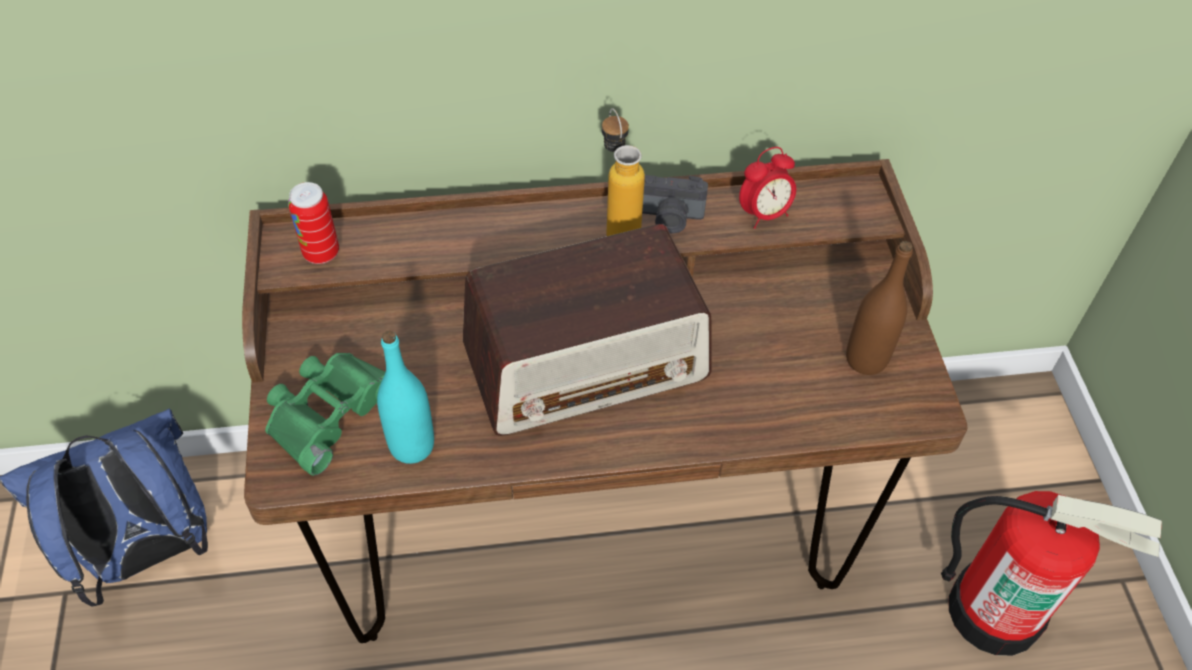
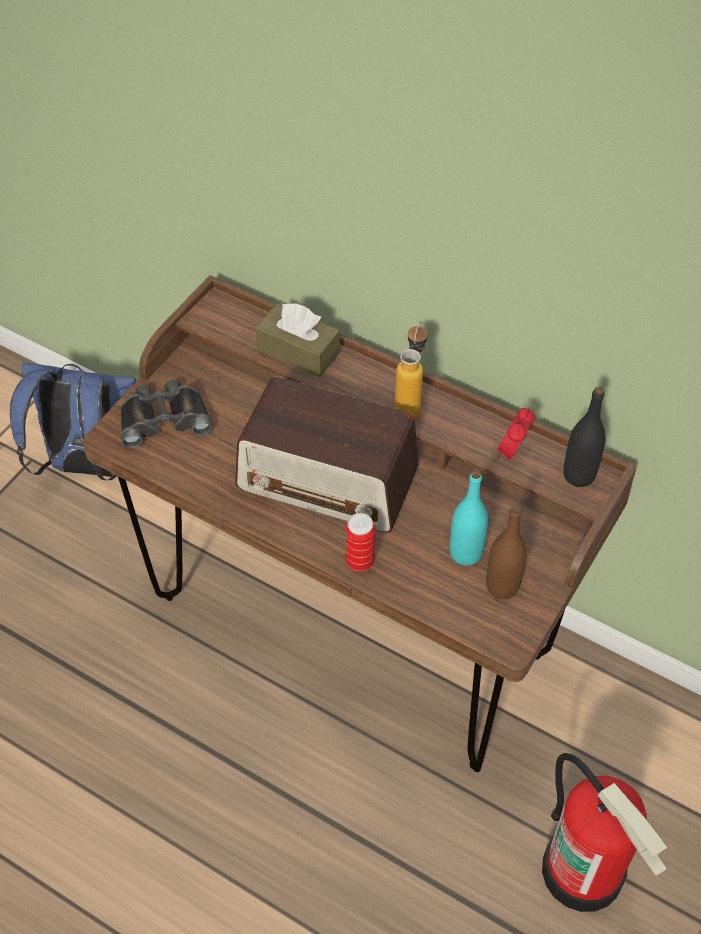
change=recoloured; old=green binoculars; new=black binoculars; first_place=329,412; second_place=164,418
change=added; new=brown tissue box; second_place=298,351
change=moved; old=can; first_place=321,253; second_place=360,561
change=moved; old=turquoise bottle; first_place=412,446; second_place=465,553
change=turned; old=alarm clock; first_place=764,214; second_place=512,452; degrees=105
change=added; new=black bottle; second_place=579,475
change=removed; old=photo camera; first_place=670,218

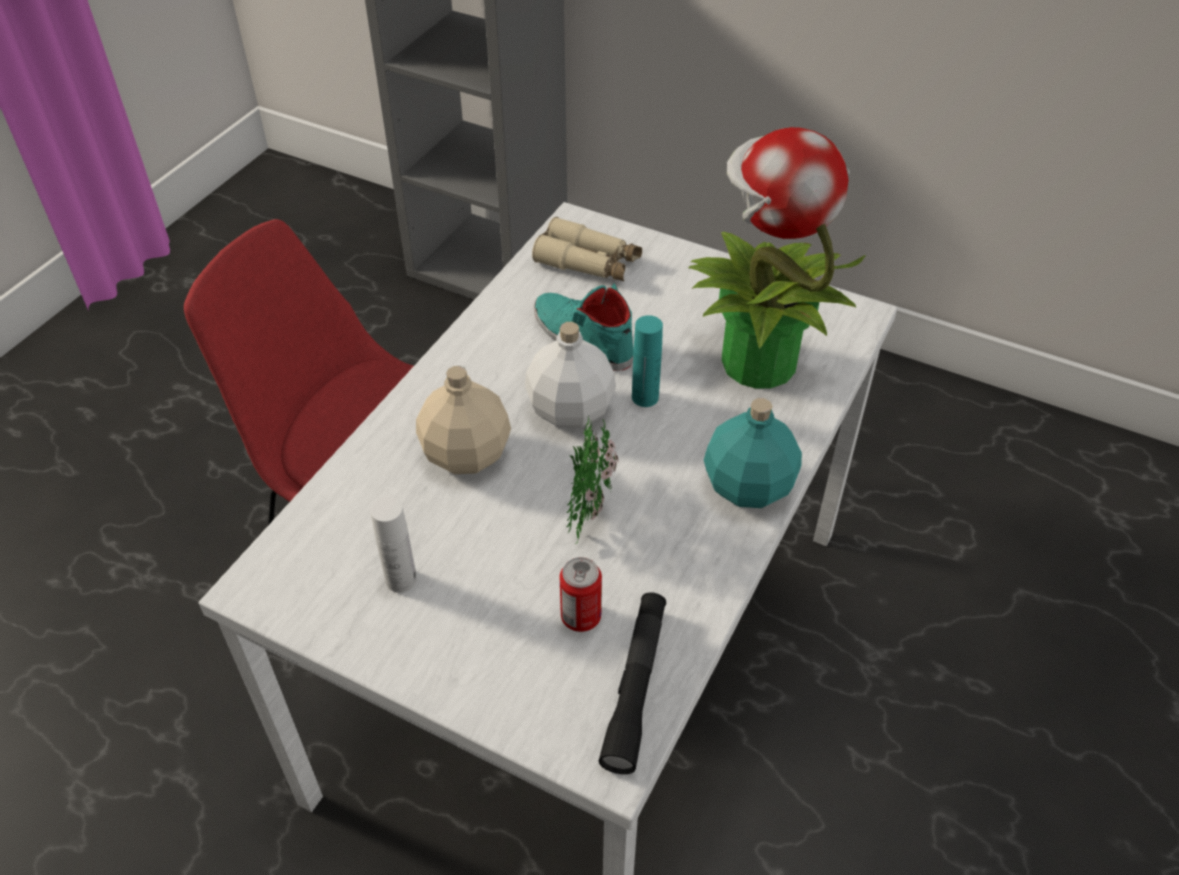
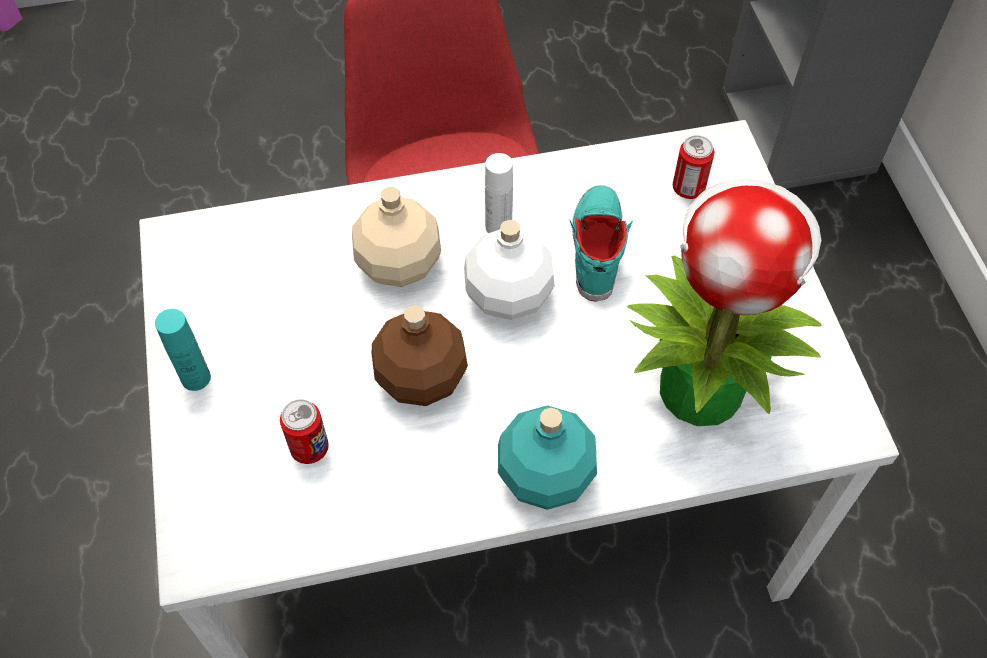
change=moved; old=turquoise bottle; first_place=645,397; second_place=196,378
change=replaced; old=potted plant; new=brown bottle; first_place=588,504; second_place=422,377
change=moved; old=white bottle; first_place=401,579; second_place=498,227
change=replaced; old=beige binoculars; new=can; first_place=588,262; second_place=688,188
change=removed; old=black flashlight; first_place=635,687

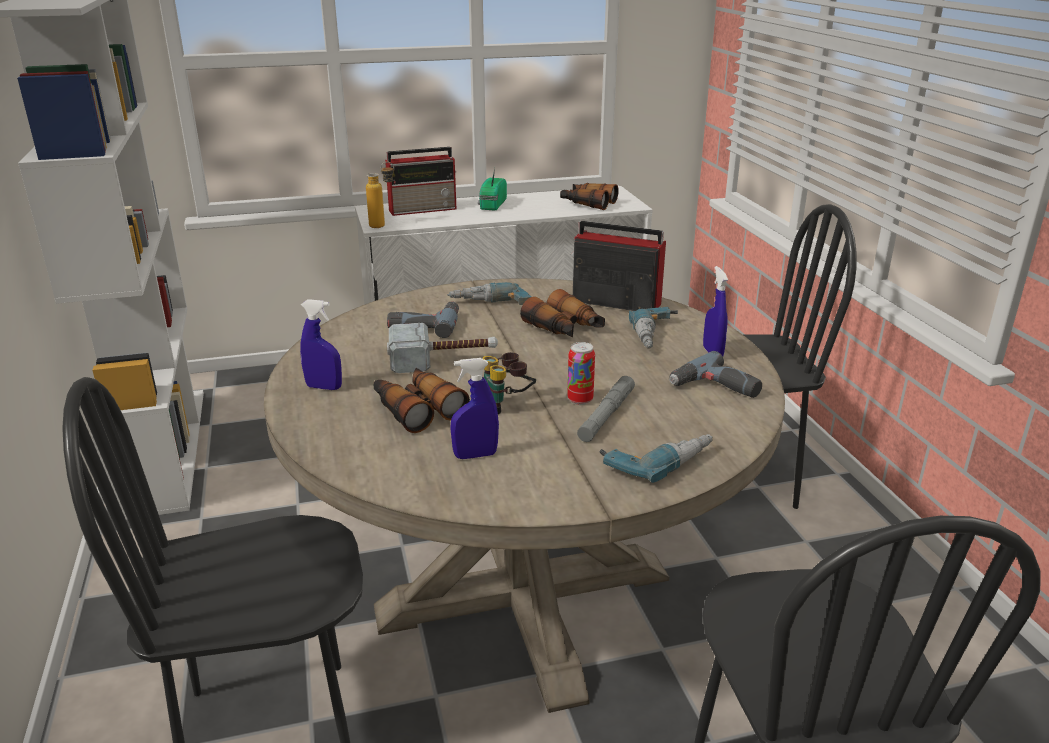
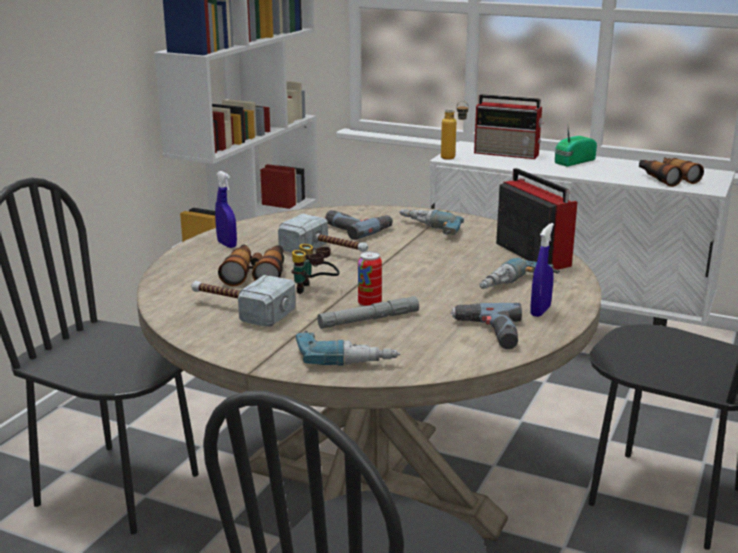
change=replaced; old=blue spray bottle; new=hammer; first_place=475,455; second_place=239,310
change=removed; old=binoculars; first_place=565,329

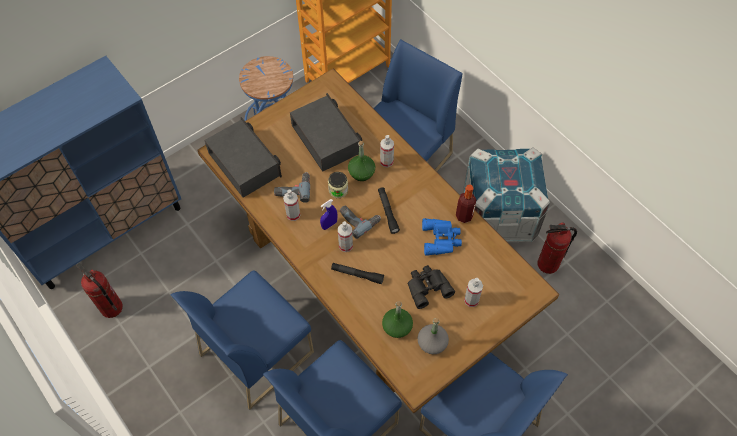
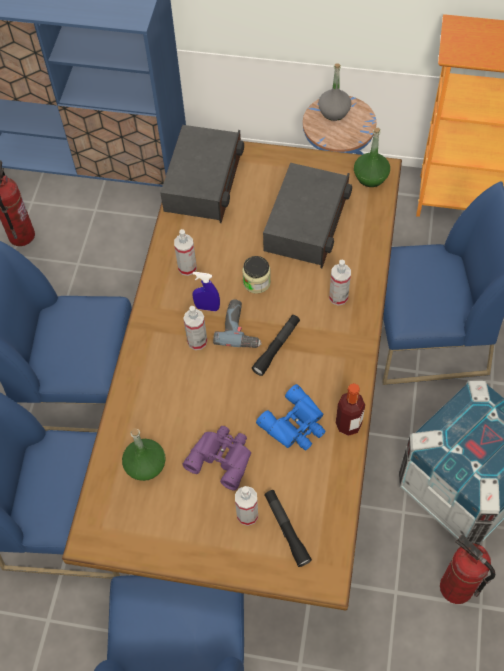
change=recoloured; old=black binoculars; new=purple binoculars; first_place=427,287; second_place=222,457
change=moved; old=black flashlight; first_place=357,275; second_place=286,529
change=moved; old=grey bottle; first_place=432,343; second_place=334,111
change=moved; old=green bottle; first_place=361,173; second_place=370,177
change=removed; old=power drill; first_place=293,188

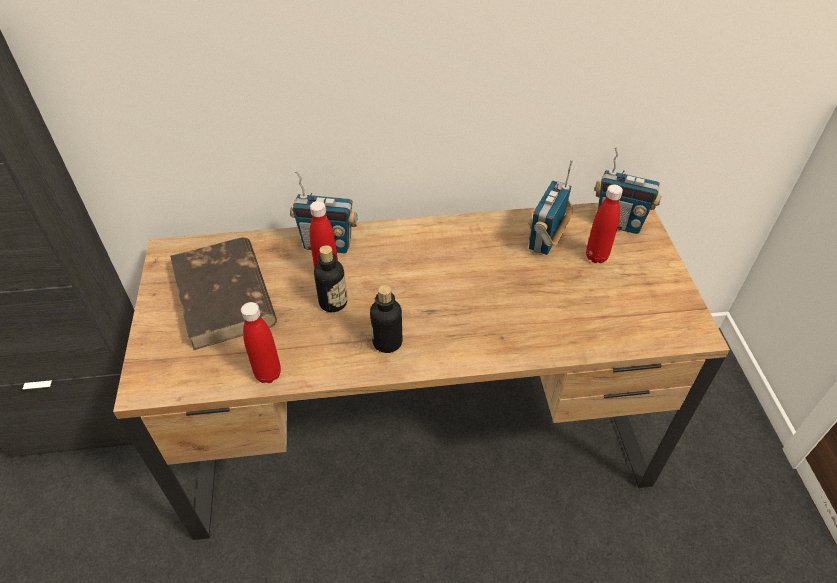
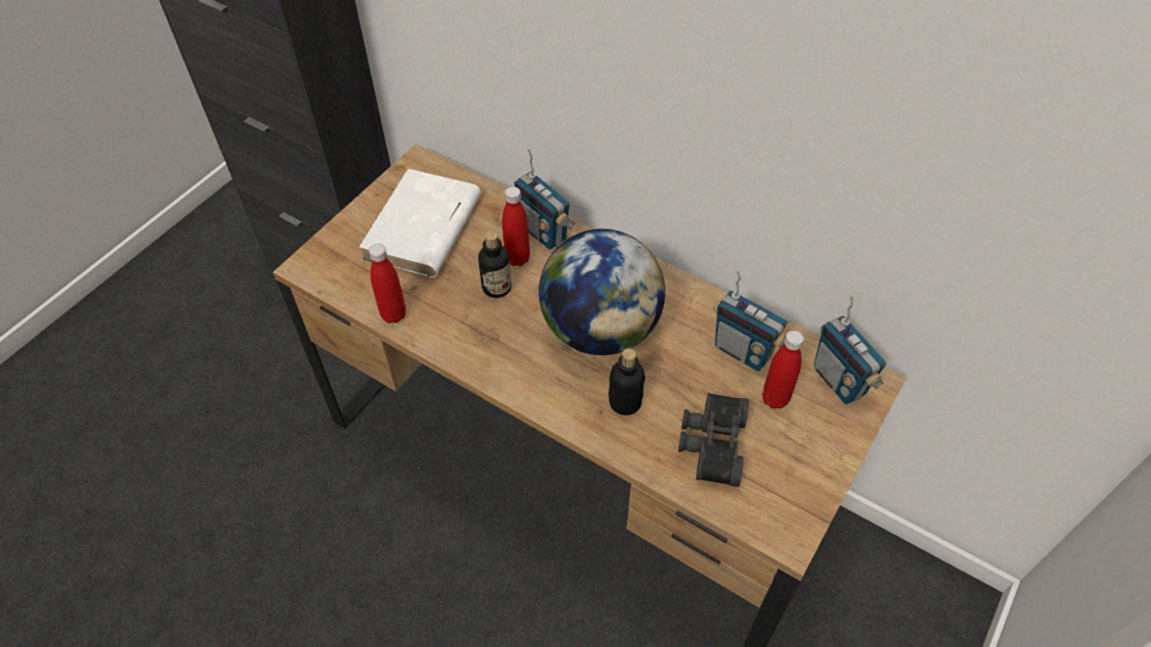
change=recoloured; old=brown book; new=white book; first_place=224,296; second_place=423,229
change=added; new=globe; second_place=600,329
change=moved; old=bottle; first_place=387,342; second_place=625,402
change=added; new=black binoculars; second_place=710,444
change=turned; old=radio; first_place=546,240; second_place=743,351; degrees=-120

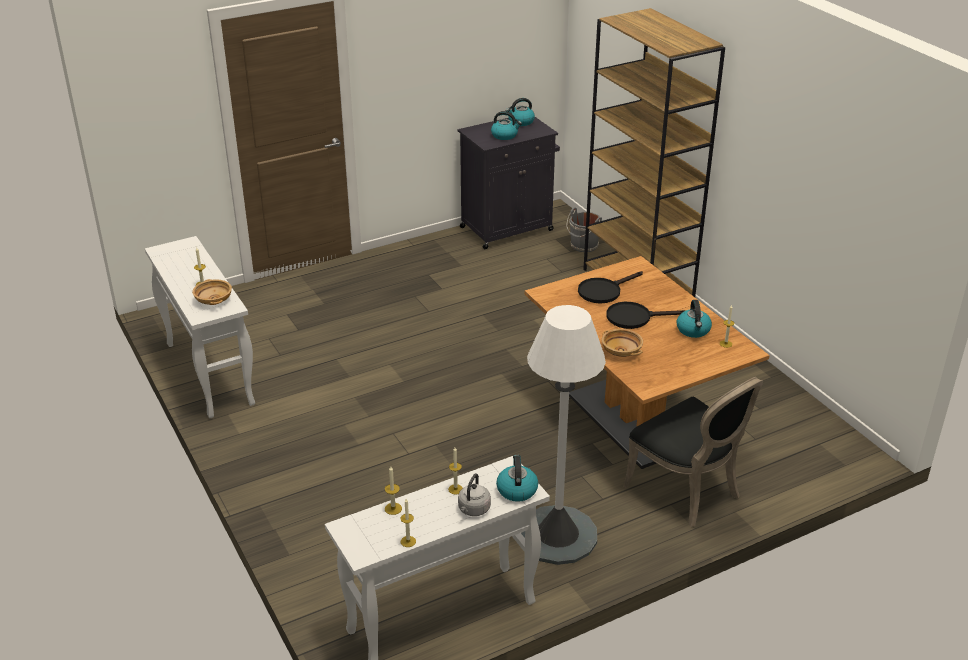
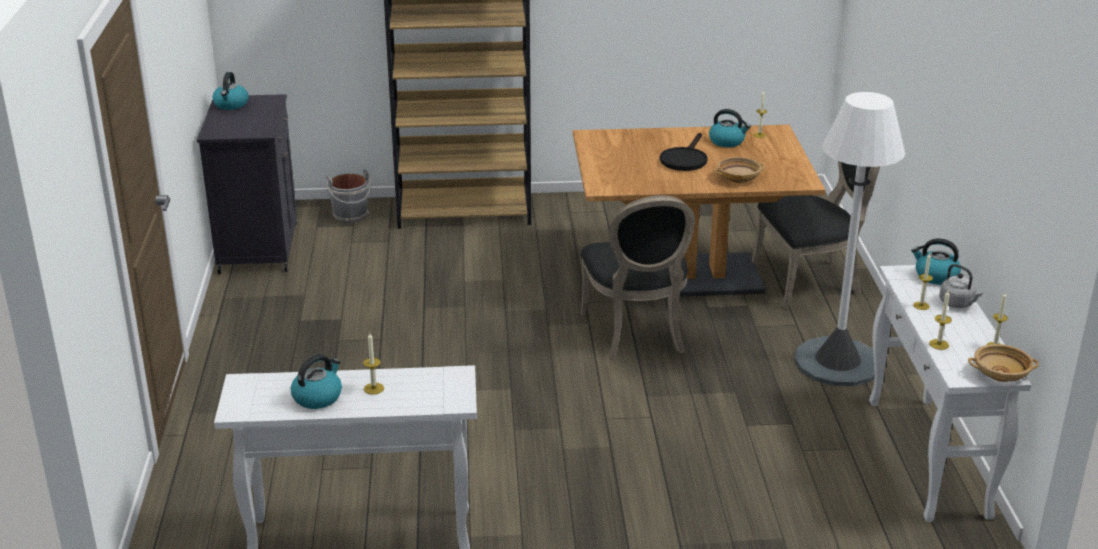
change=moved; old=kettle; first_place=505,135; second_place=318,397
change=added; new=black chair; second_place=637,334
change=moved; old=beige bowl; first_place=213,300; second_place=1000,374
change=removed; old=black frying pan; first_place=603,291

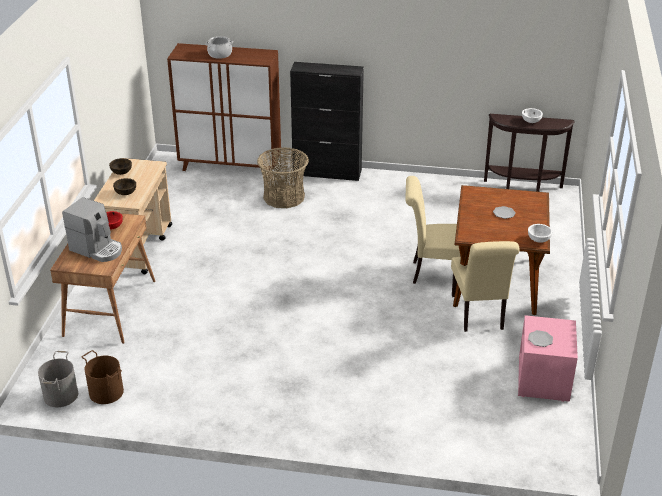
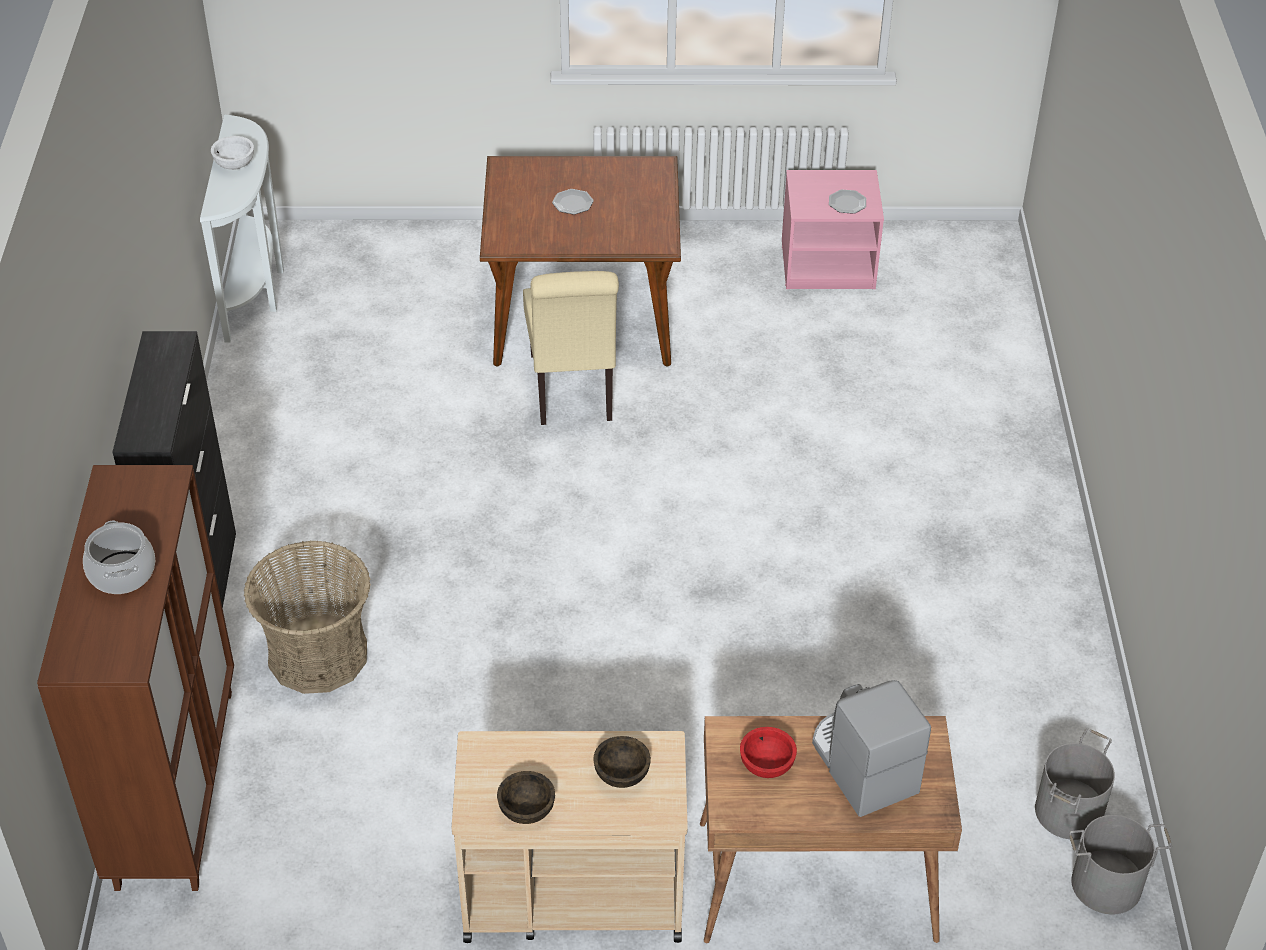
change=recoloured; old=brown console table; new=white console table; first_place=523,188; second_place=256,289
change=turned; old=coffee machine; first_place=97,249; second_place=861,765; degrees=-45
change=recoloured; old=brown bucket; new=grey bucket; first_place=106,392; second_place=1067,811
change=removed; old=beige chair; first_place=479,315
change=removed; old=white bowl; first_place=538,239

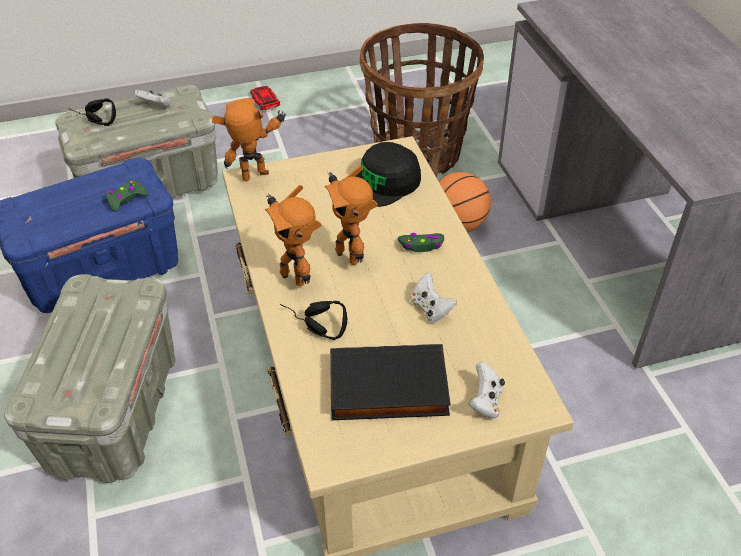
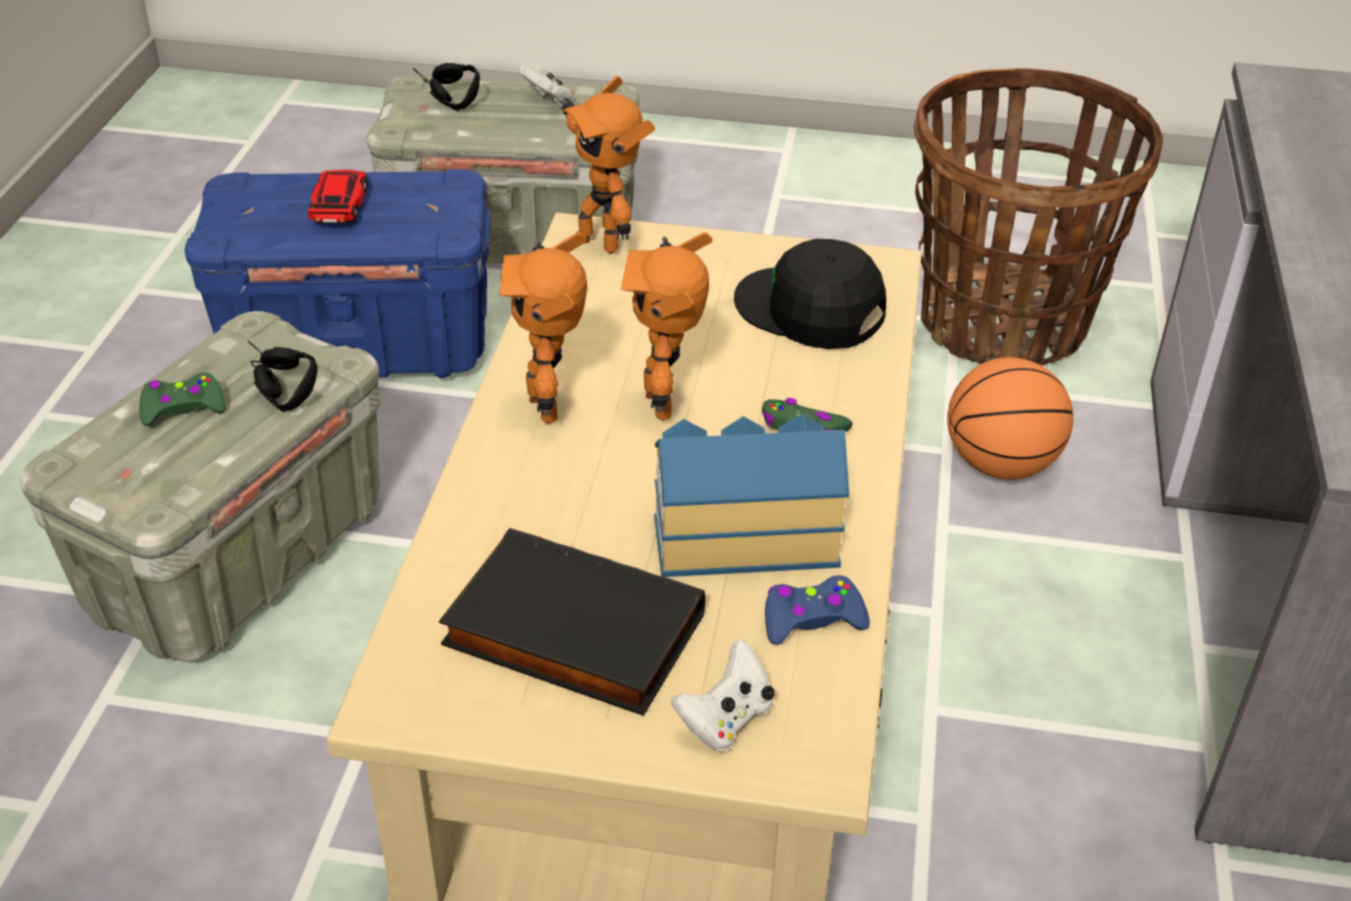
change=moved; old=green game controller; first_place=126,199; second_place=183,408
change=moved; old=black headphones; first_place=312,326; second_place=271,386
change=moved; old=toy car; first_place=265,101; second_place=339,203
change=turned; old=toy robot; first_place=258,179; second_place=602,241; degrees=-135
change=replaced; old=white game controller; new=toy house; first_place=431,309; second_place=742,534
change=turned; old=black cap; first_place=383,183; second_place=810,309; degrees=45
change=added; new=blue game controller; second_place=812,619

